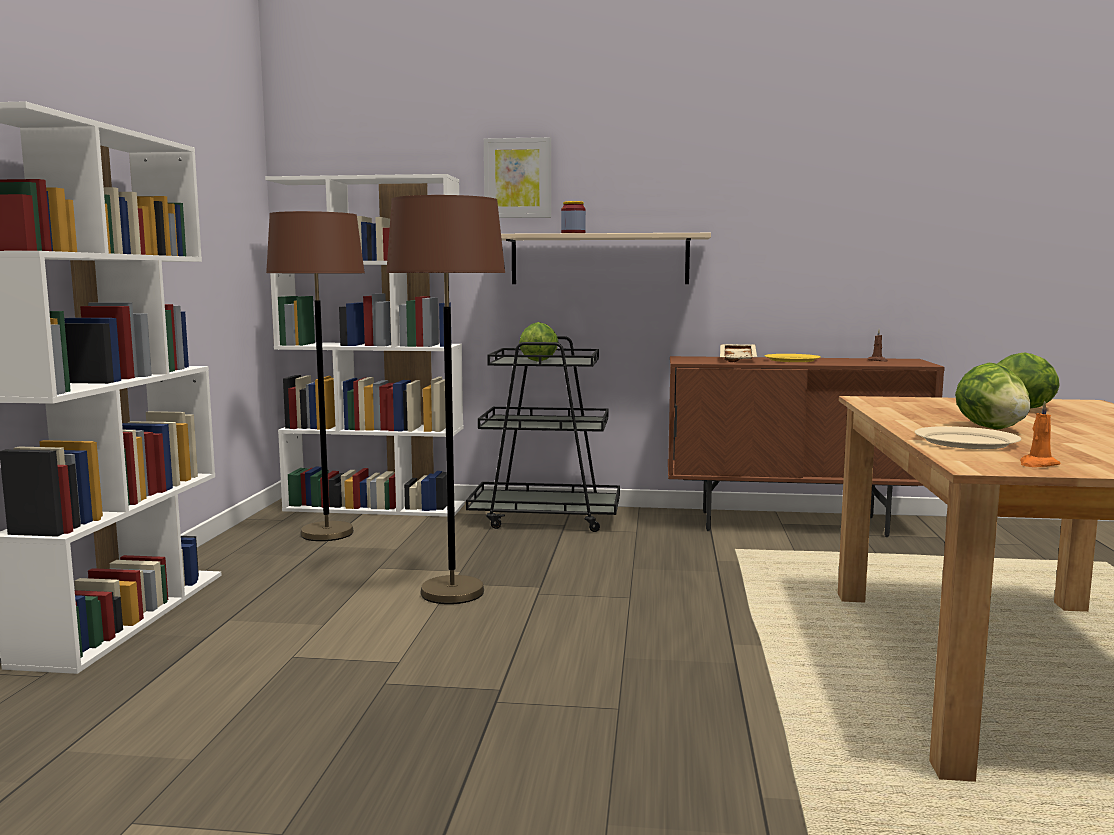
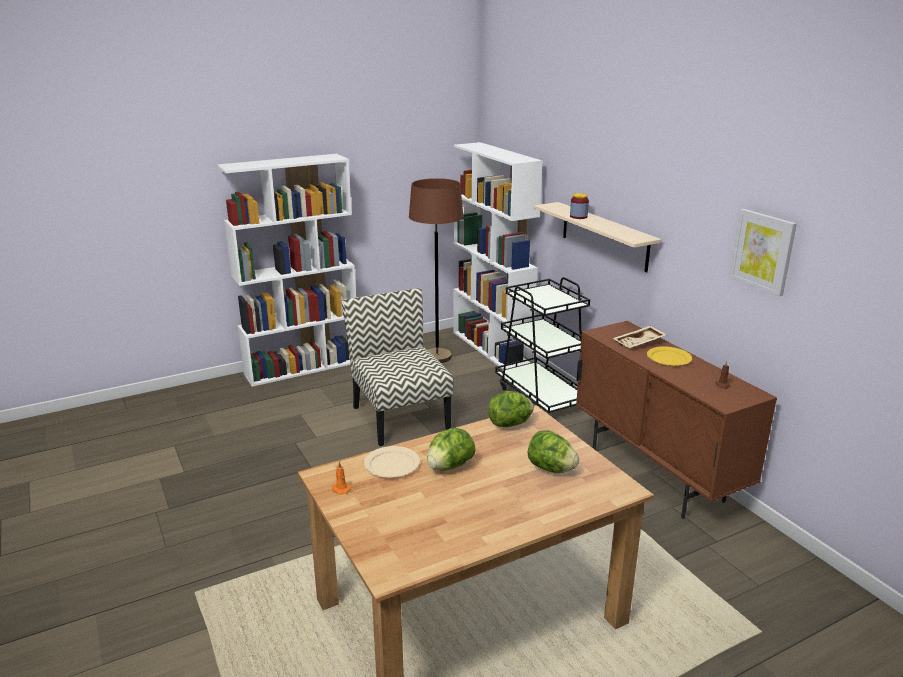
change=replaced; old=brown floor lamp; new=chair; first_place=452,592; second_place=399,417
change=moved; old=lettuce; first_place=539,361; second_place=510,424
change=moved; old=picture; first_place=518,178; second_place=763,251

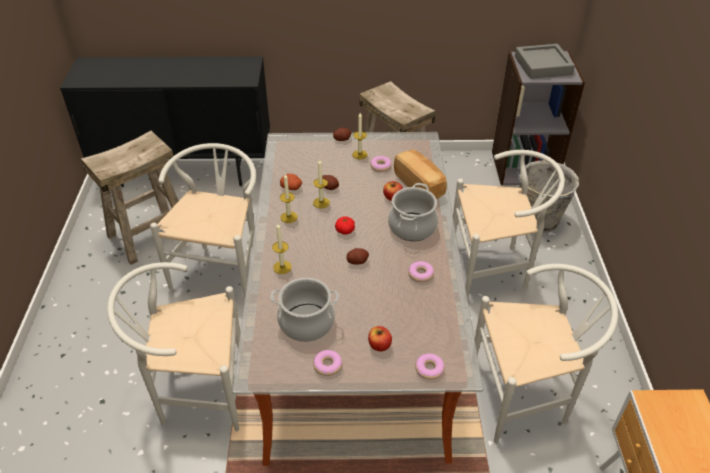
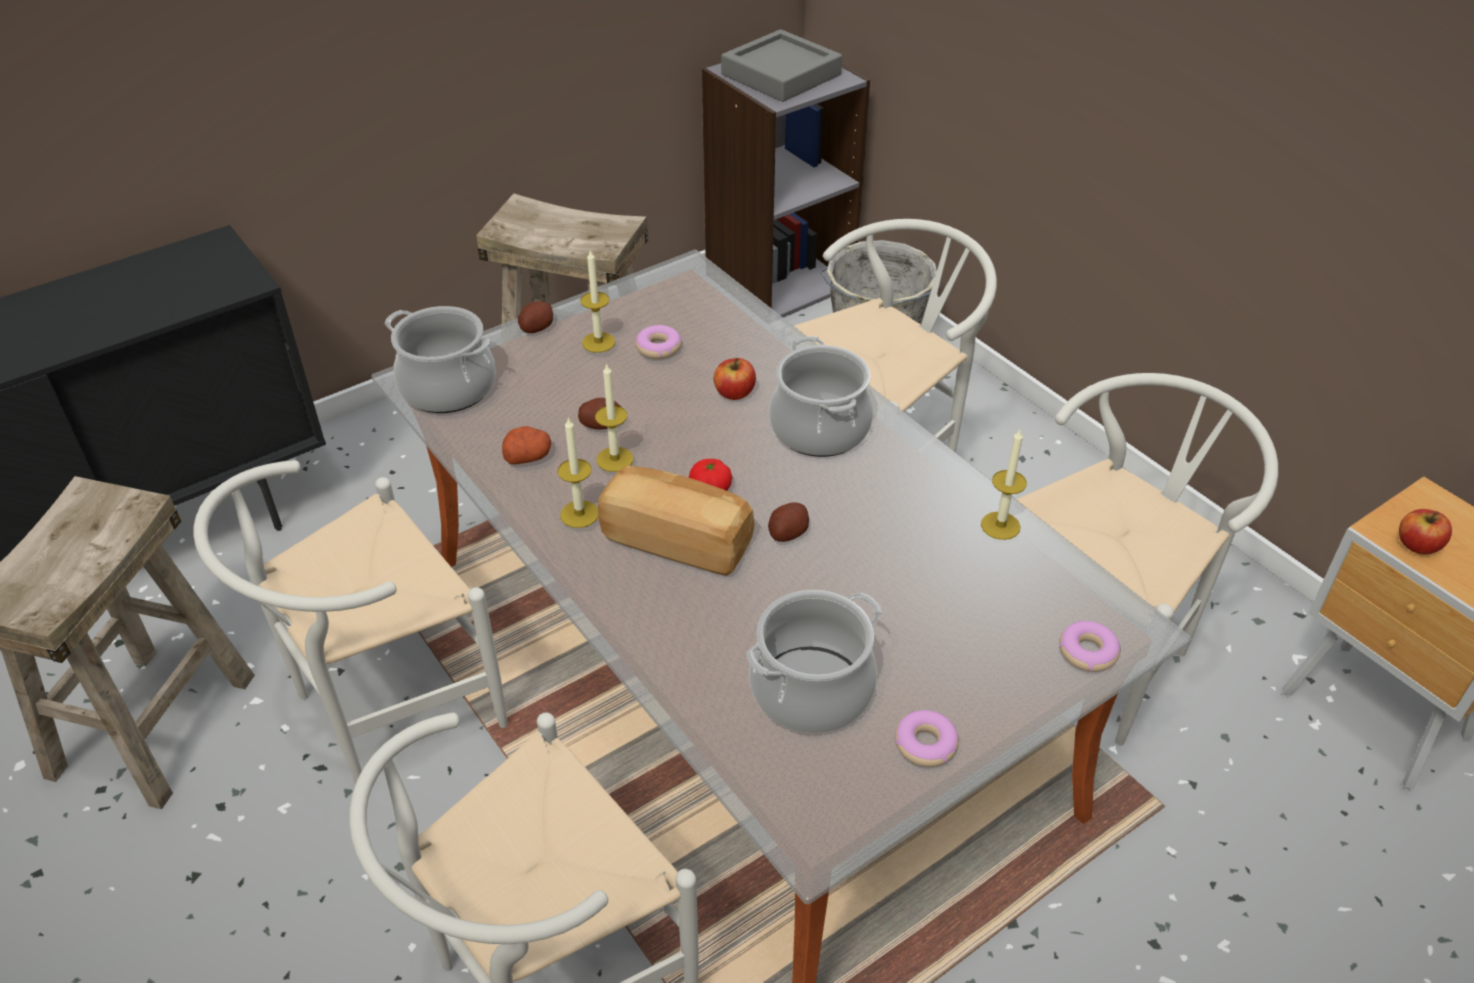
change=turned; old=white chair; first_place=222,268; second_place=383,709; degrees=-105
change=added; new=cooking pot; second_place=448,387
change=moved; old=bread; first_place=420,185; second_place=678,540
change=moved; old=candle; first_place=282,267; second_place=1000,525
change=moved; old=apple; first_place=379,345; second_place=1417,545
change=removed; old=donut; first_place=421,274

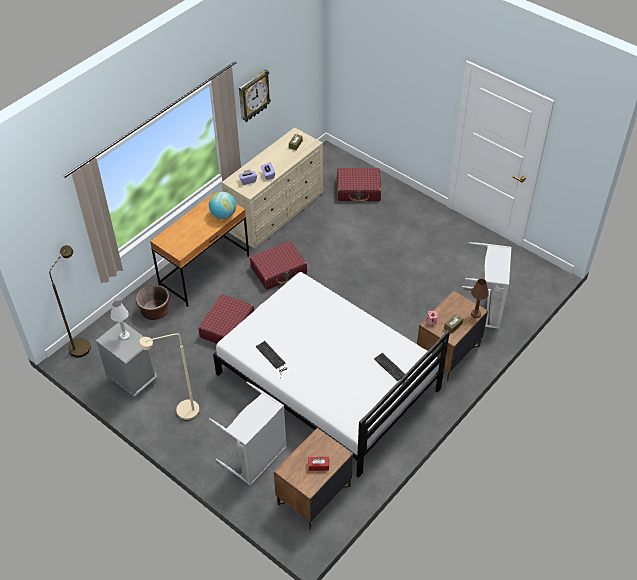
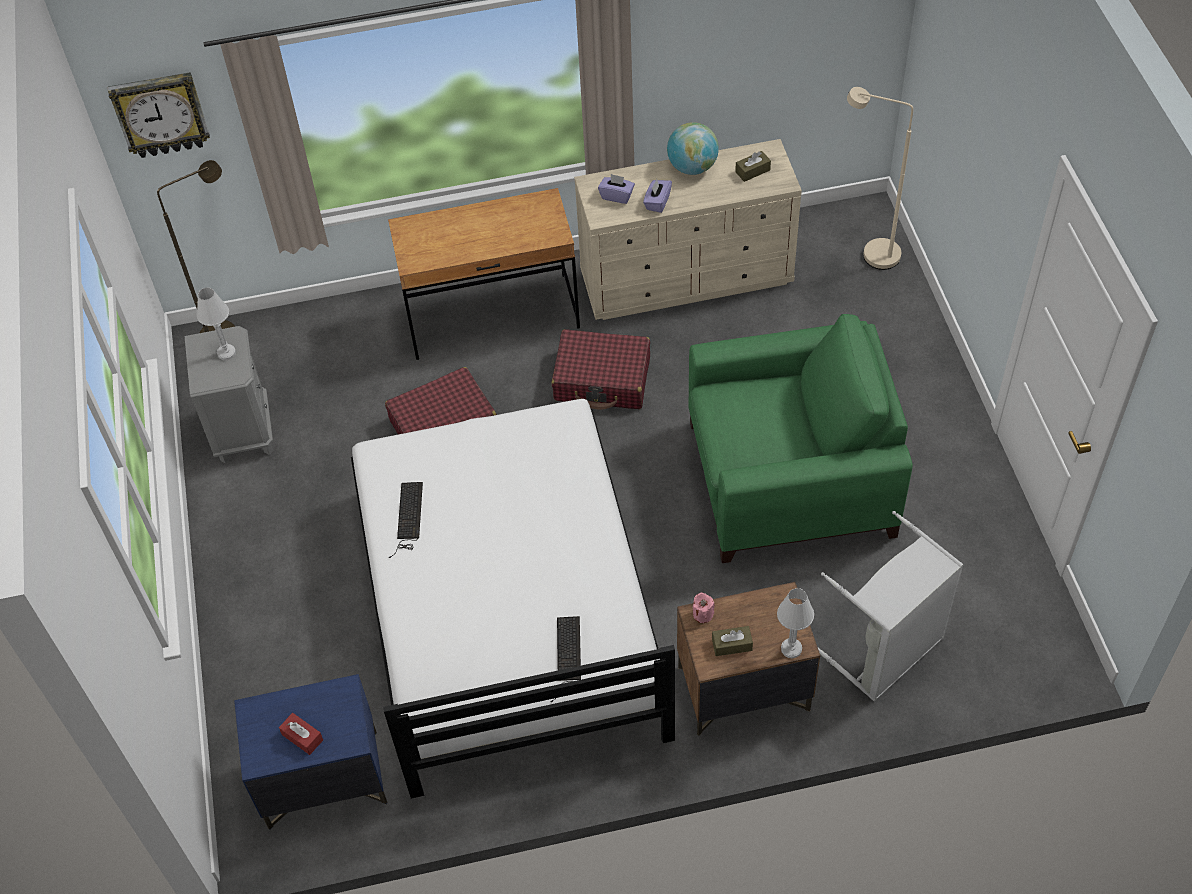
change=moved; old=wall clock; first_place=253,96; second_place=161,114
change=recoloured; old=brown nightstand; new=blue nightstand; first_place=314,496; second_place=322,780
change=moved; old=globe; first_place=223,215; second_place=692,167
change=added; new=green armchair; second_place=787,480
change=recoloured; old=brown table lamp; new=white table lamp; first_place=475,314; second_place=791,649
change=moved; old=beige floor lamp; first_place=181,413; second_place=871,254
change=removed; old=brown planter; first_place=155,311
change=removed; old=grey laundry basket; first_place=256,458
change=removed; old=red suitcase; first_place=358,190

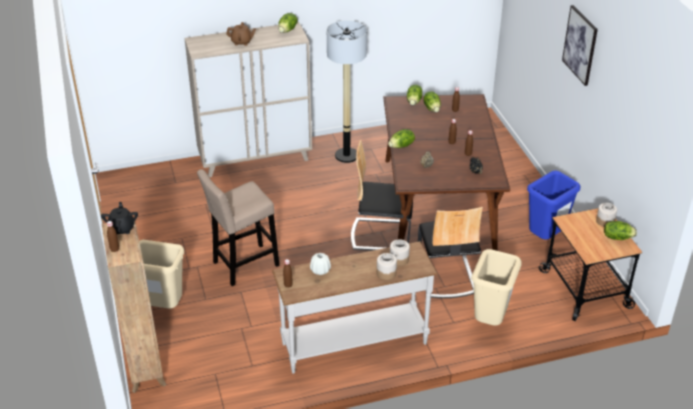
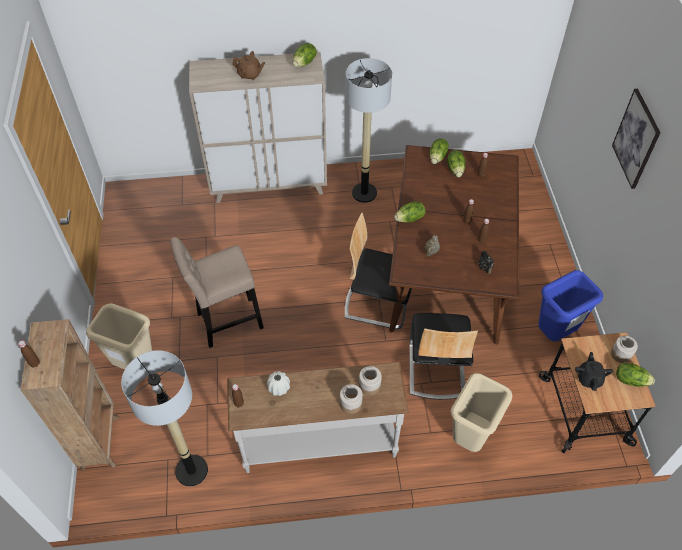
change=added; new=floor lamp; second_place=192,470
change=moved; old=black teapot; first_place=122,228; second_place=589,378

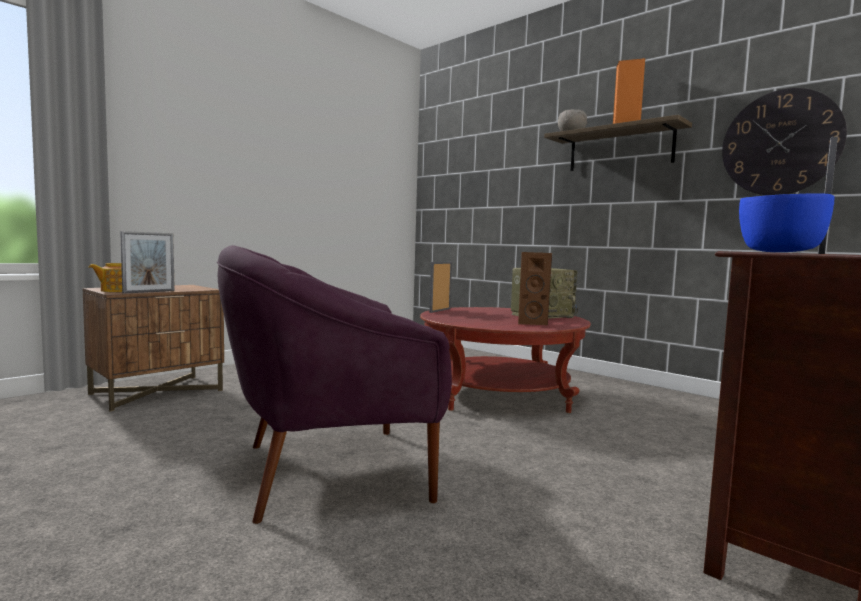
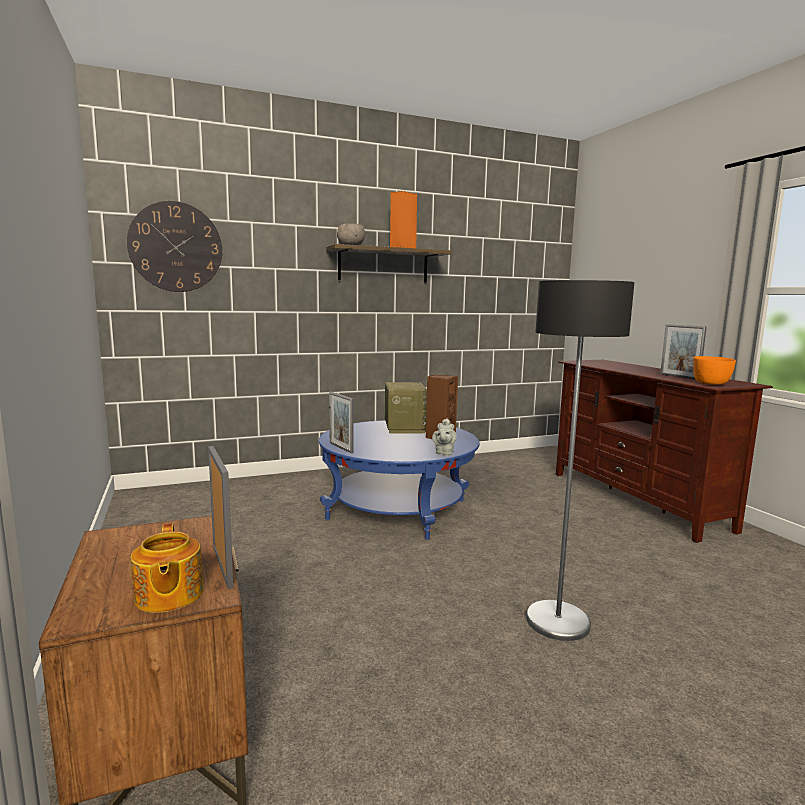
change=moved; old=wall clock; first_place=780,143; second_place=176,247
change=recoloured; old=red coffee table; new=blue coffee table; first_place=500,394; second_place=397,509
change=added; new=grey teapot; second_place=444,453
change=replaced; old=purple armchair; new=floor lamp; first_place=332,470; second_place=557,621
change=recoloured; old=blue bowl; new=orange bowl; first_place=778,252; second_place=711,384

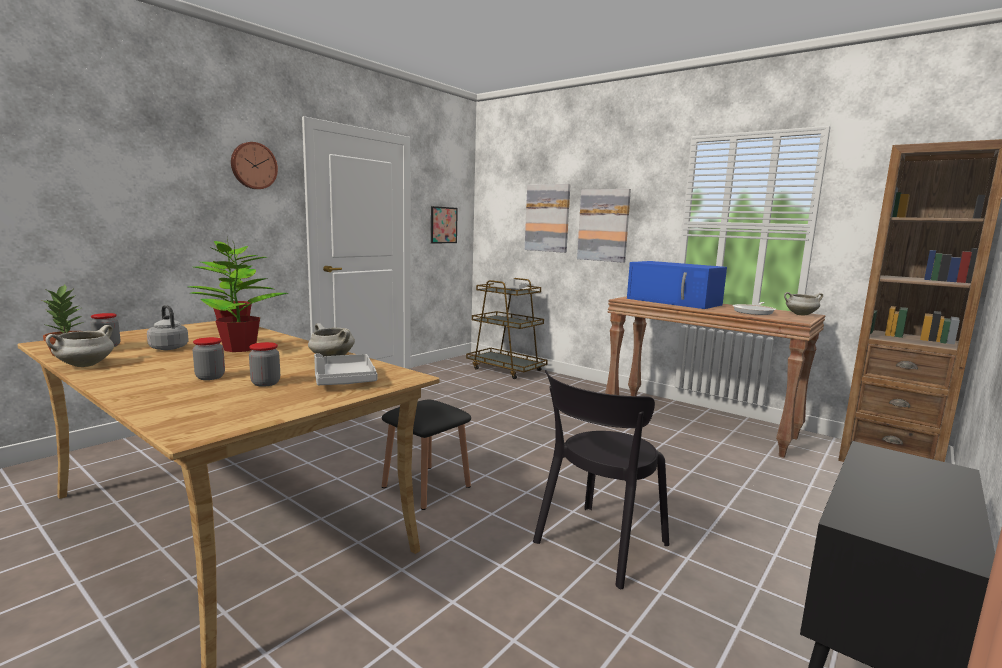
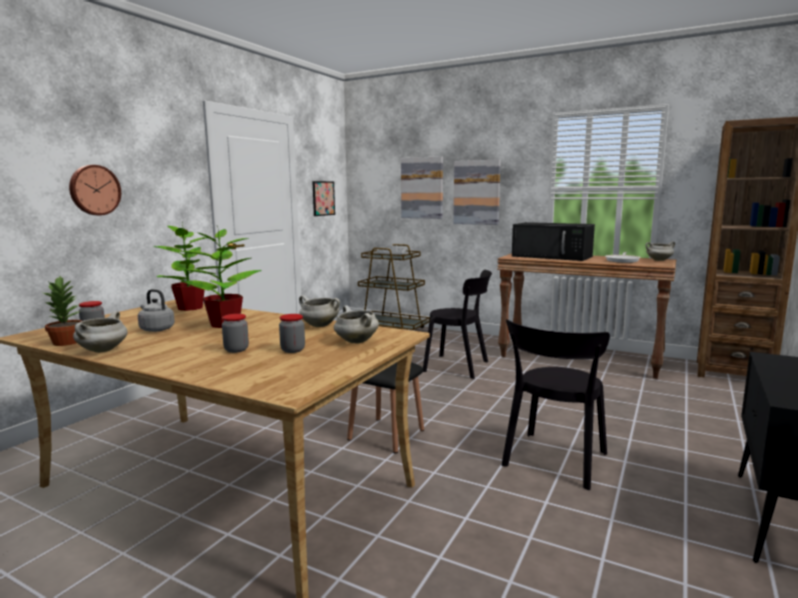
change=moved; old=wall clock; first_place=253,166; second_place=94,190
change=replaced; old=grey tray; new=white cooking pot; first_place=344,380; second_place=355,341
change=added; new=black chair; second_place=459,367
change=recoloured; old=blue microwave; new=black microwave; first_place=675,302; second_place=553,256

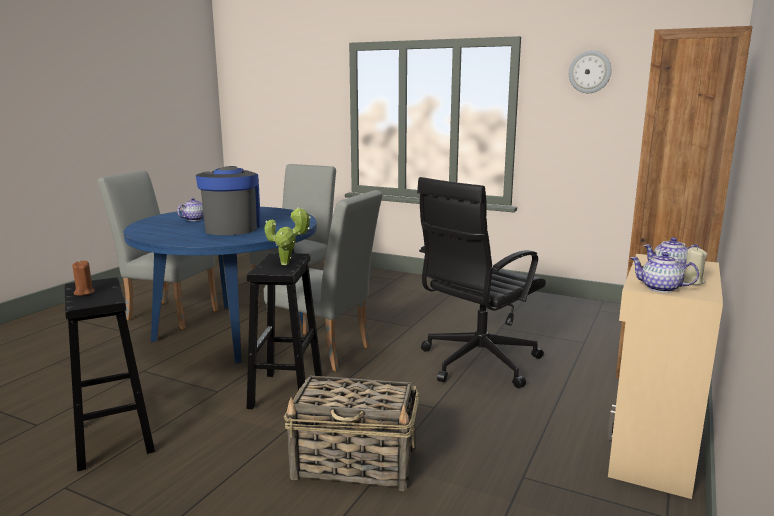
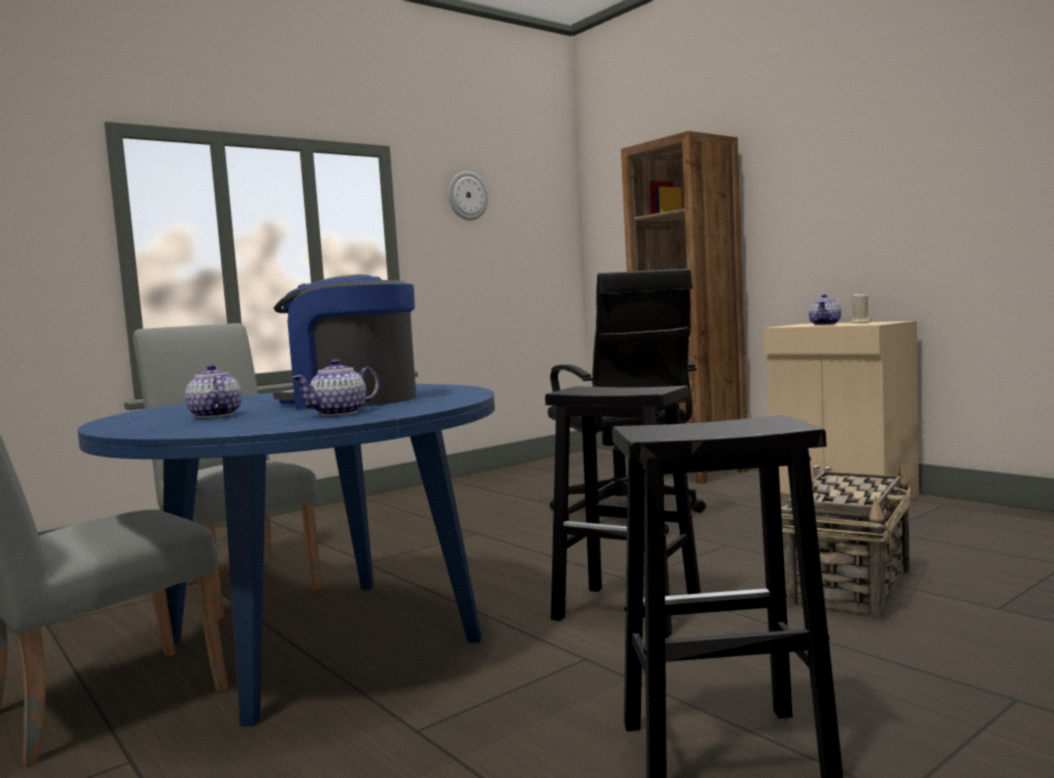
change=moved; old=teapot; first_place=661,288; second_place=340,413
change=removed; old=brown candle; first_place=84,292
change=removed; old=grey chair; first_place=326,352
change=removed; old=potted plant; first_place=288,264

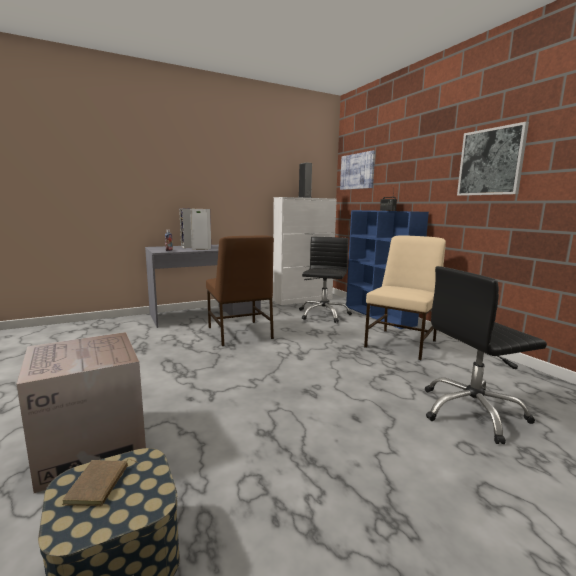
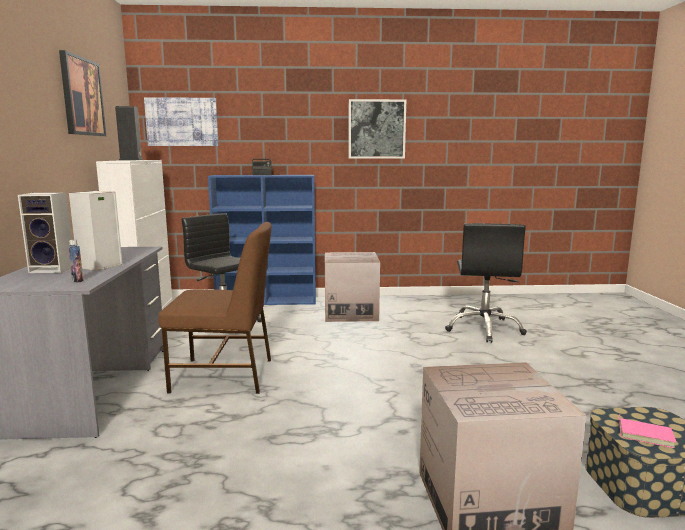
change=added; new=picture; second_place=81,96
change=replaced; old=beige chair; new=cardboard box; first_place=402,343; second_place=350,313
change=recoloured; old=brown book; new=pink book; first_place=99,485; second_place=645,434

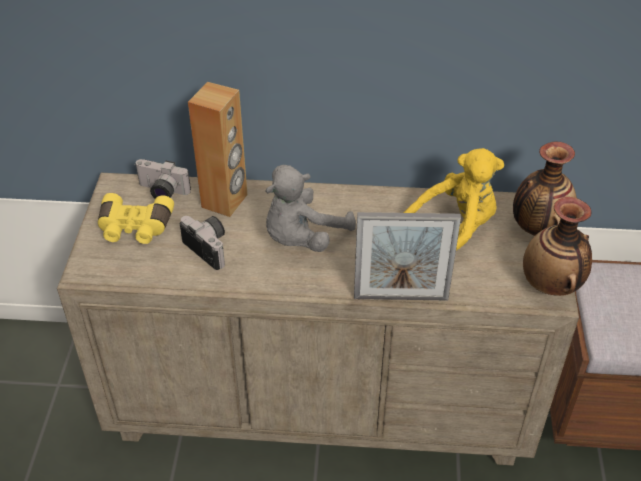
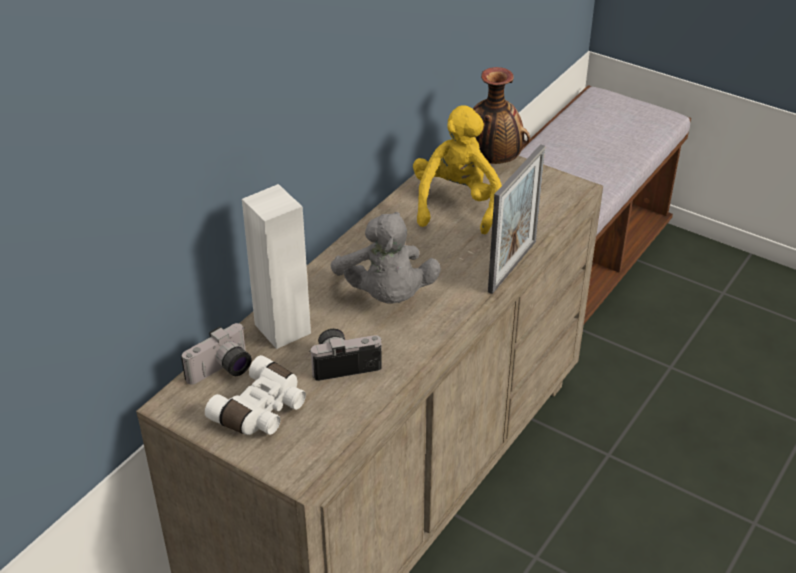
change=recoloured; old=yellow binoculars; new=white binoculars; first_place=134,228; second_place=262,411
change=recoloured; old=brown speaker; new=white speaker; first_place=225,201; second_place=283,328
change=removed; old=vase; first_place=551,285

